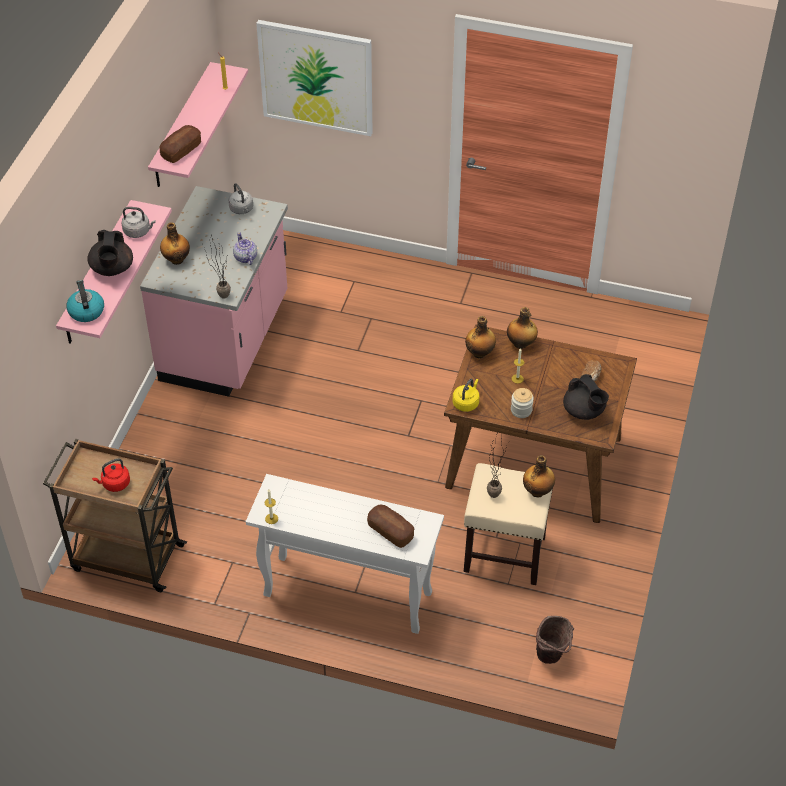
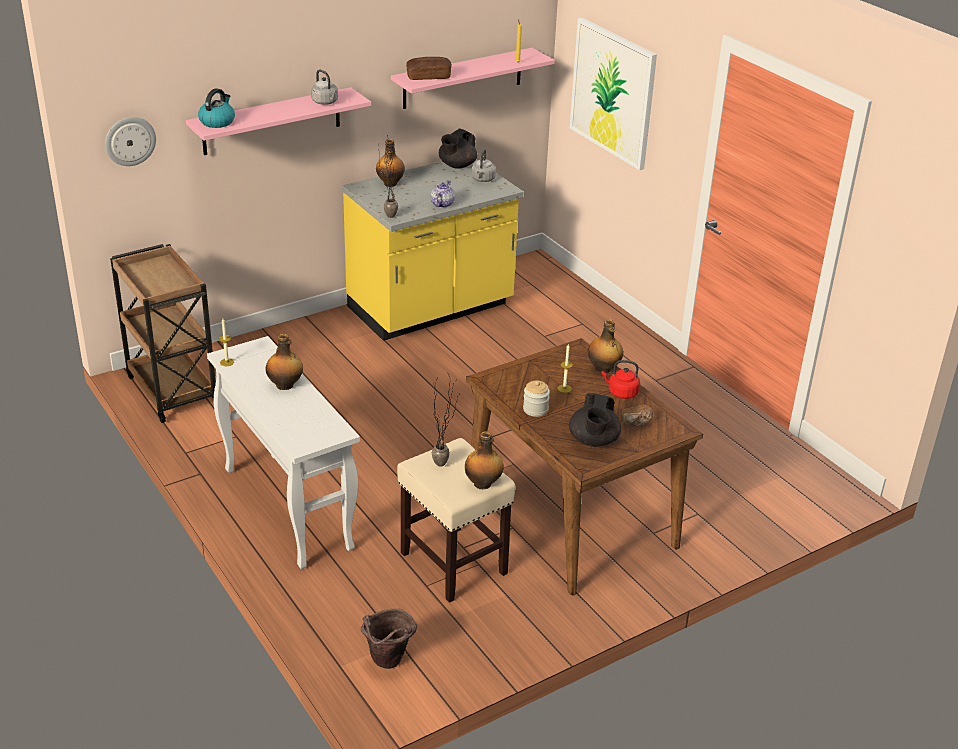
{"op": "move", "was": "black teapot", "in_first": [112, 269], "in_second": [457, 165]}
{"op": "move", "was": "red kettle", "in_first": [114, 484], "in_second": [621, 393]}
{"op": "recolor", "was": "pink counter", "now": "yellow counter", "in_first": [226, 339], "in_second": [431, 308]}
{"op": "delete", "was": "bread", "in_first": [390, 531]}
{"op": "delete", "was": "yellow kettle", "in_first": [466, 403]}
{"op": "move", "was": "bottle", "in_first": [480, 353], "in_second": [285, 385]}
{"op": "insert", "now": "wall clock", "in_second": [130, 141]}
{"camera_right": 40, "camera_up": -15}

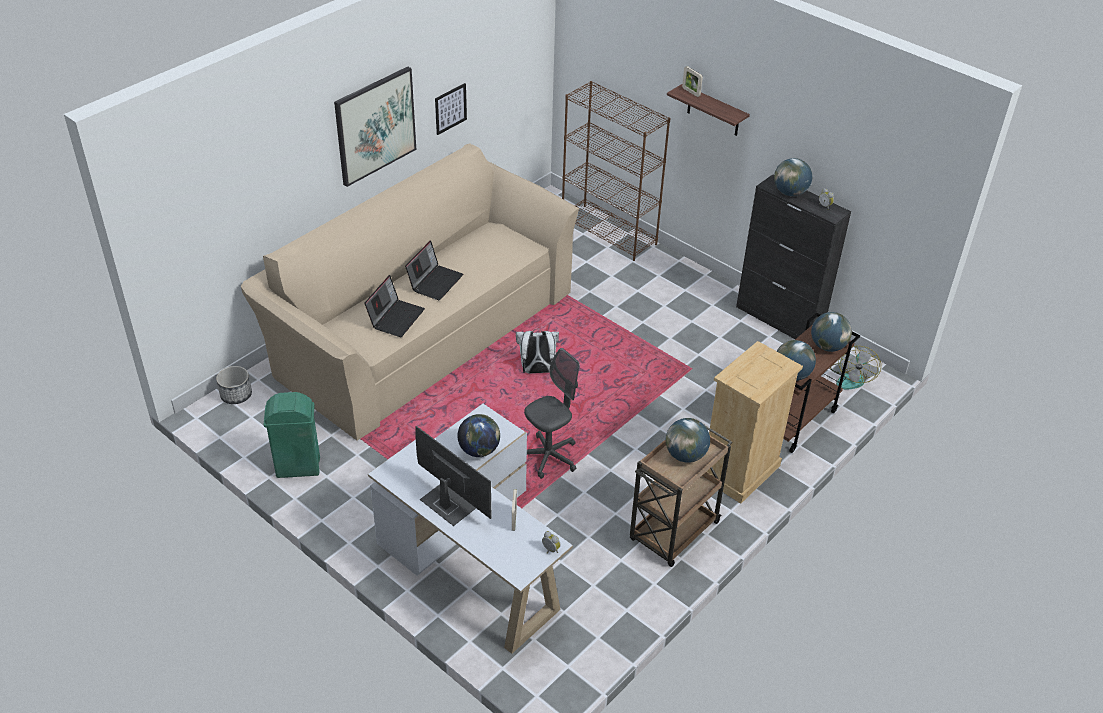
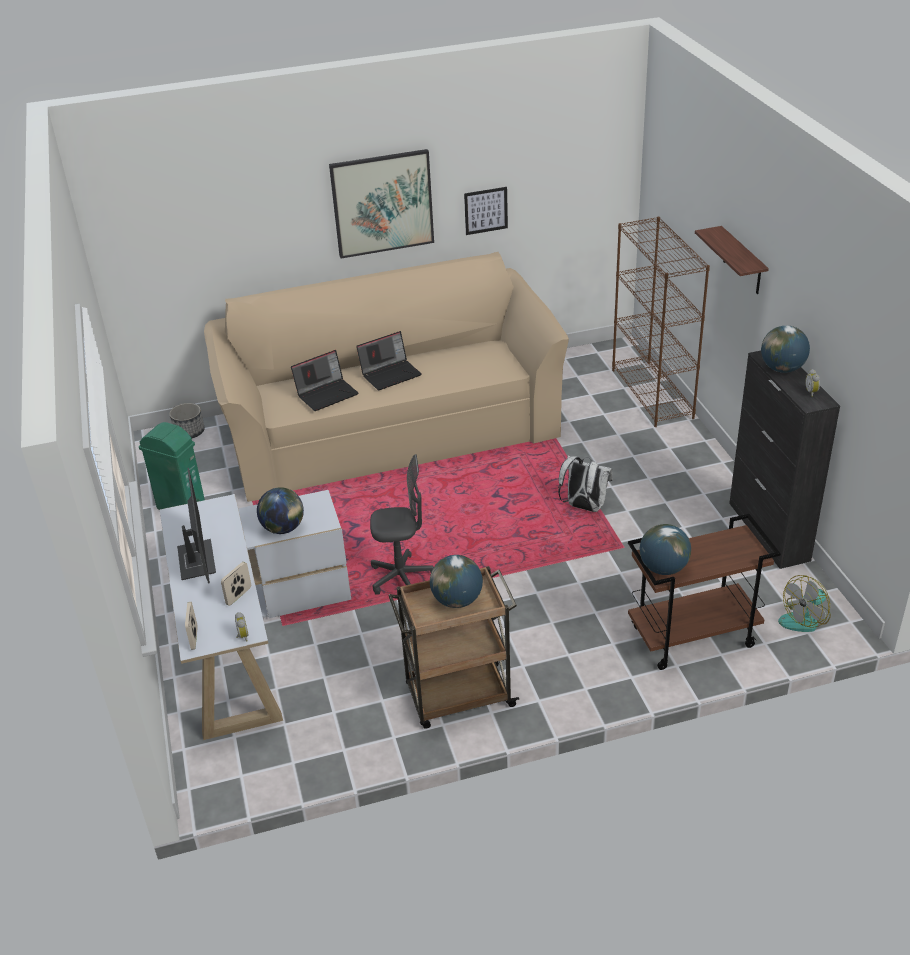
{"op": "move", "was": "white backpack", "in_first": [537, 370], "in_second": [583, 507]}
{"op": "move", "was": "picture frame", "in_first": [691, 92], "in_second": [194, 638]}
{"op": "delete", "was": "beige dresser", "in_first": [740, 472]}
{"op": "delete", "was": "globe", "in_first": [827, 346]}
{"camera_right": 35, "camera_up": -5}

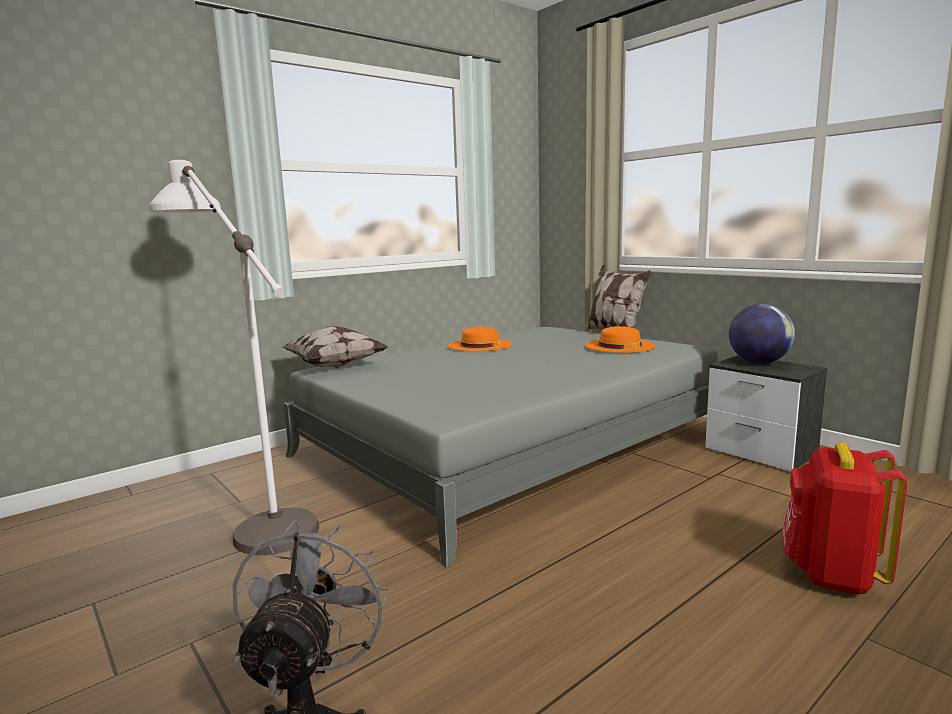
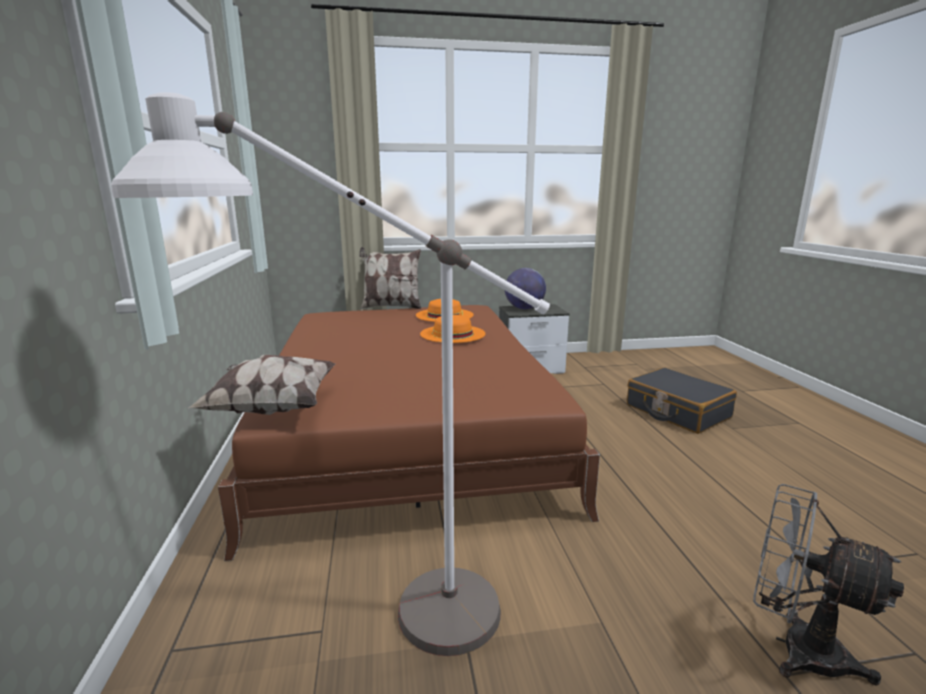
{"op": "recolor", "was": "grey bed", "now": "brown bed", "in_first": [511, 445], "in_second": [407, 427]}
{"op": "move", "was": "orange hat", "in_first": [480, 345], "in_second": [452, 333]}
{"op": "replace", "was": "red backpack", "now": "black suitcase", "in_first": [831, 575], "in_second": [677, 411]}
{"camera_right": -60, "camera_up": 5}

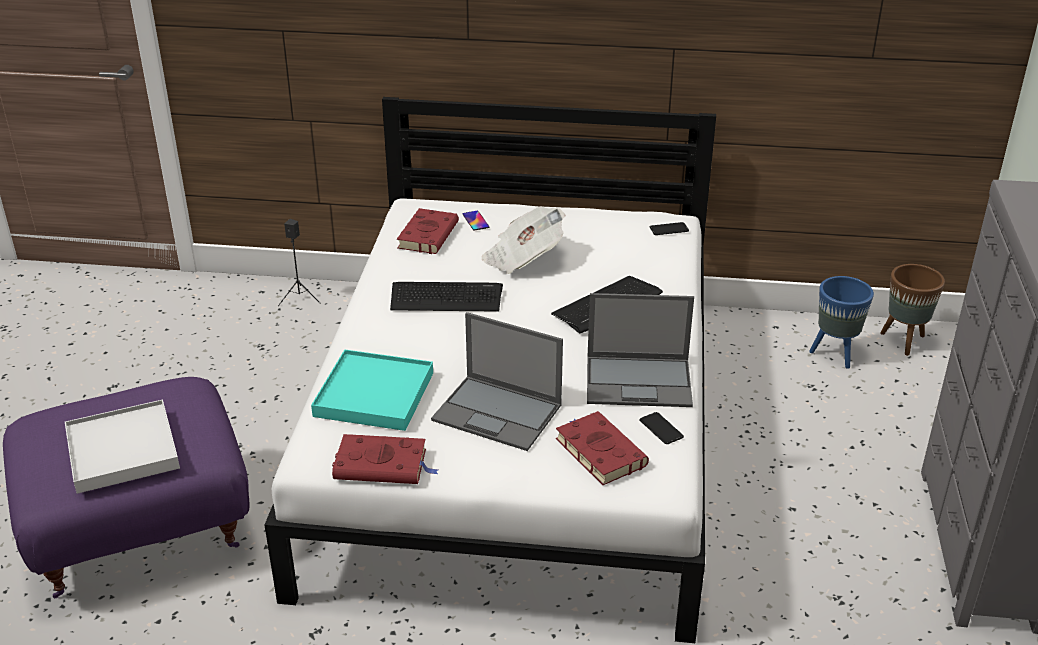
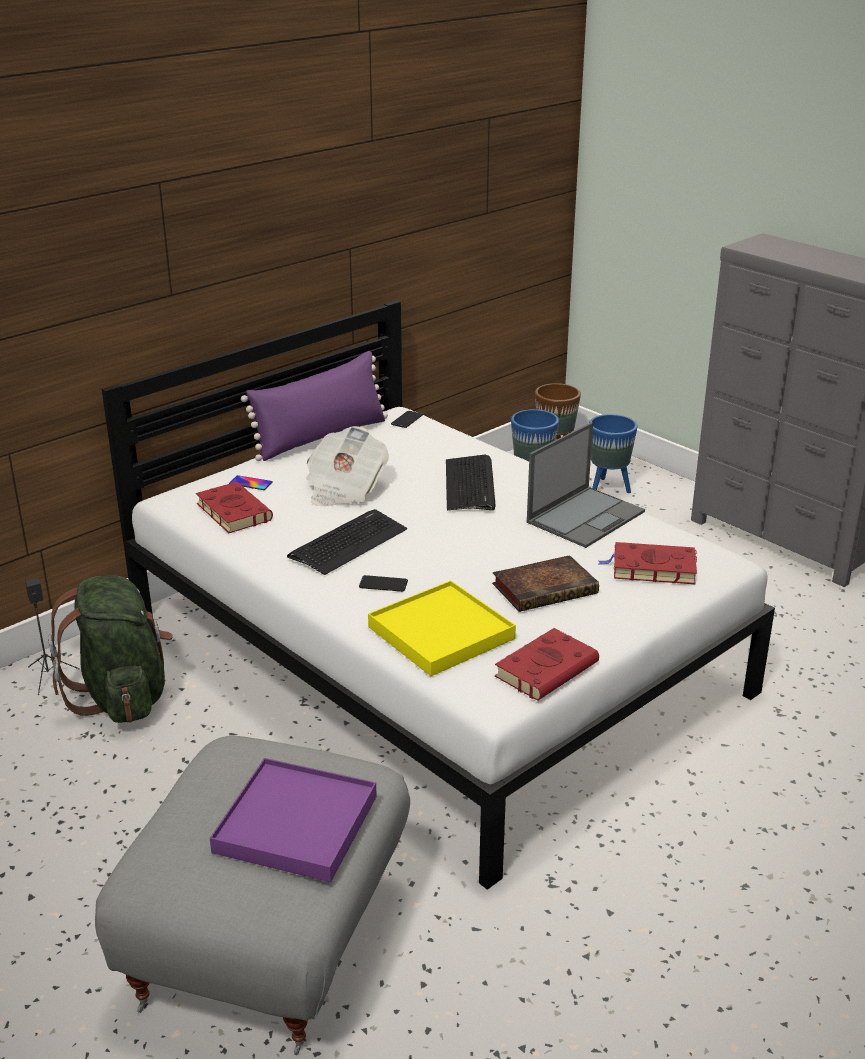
{"op": "recolor", "was": "purple ottoman", "now": "grey ottoman", "in_first": [139, 532], "in_second": [271, 944]}
{"op": "recolor", "was": "white tray", "now": "purple tray", "in_first": [123, 450], "in_second": [296, 824]}
{"op": "recolor", "was": "turquoise tray", "now": "yellow tray", "in_first": [374, 394], "in_second": [440, 633]}
{"op": "replace", "was": "laptop", "now": "book", "in_first": [498, 413], "in_second": [546, 588]}
{"op": "move", "was": "phone", "in_first": [661, 429], "in_second": [383, 584]}
{"op": "insert", "now": "green backpack", "in_second": [122, 696]}
{"op": "insert", "now": "purple pillow", "in_second": [321, 437]}
{"op": "insert", "now": "blue planter", "in_second": [608, 489]}
{"camera_right": -50, "camera_up": -5}

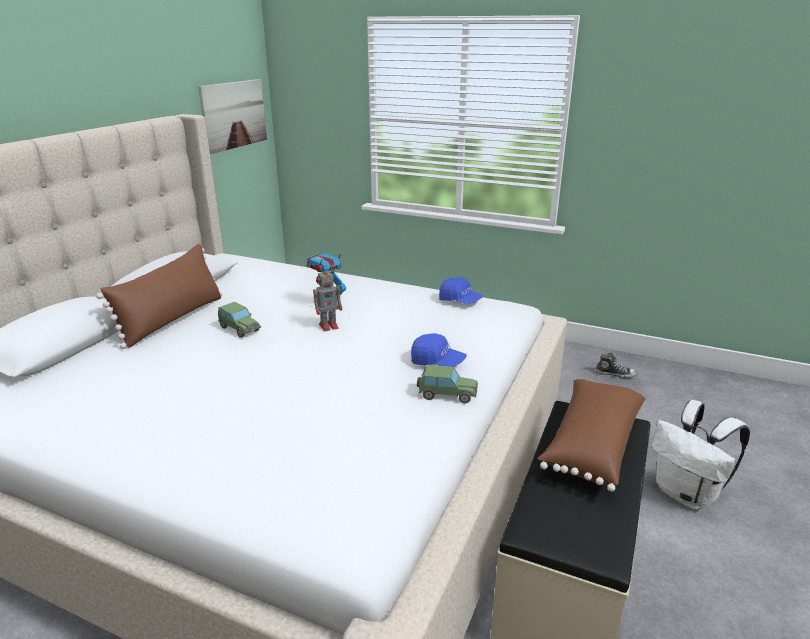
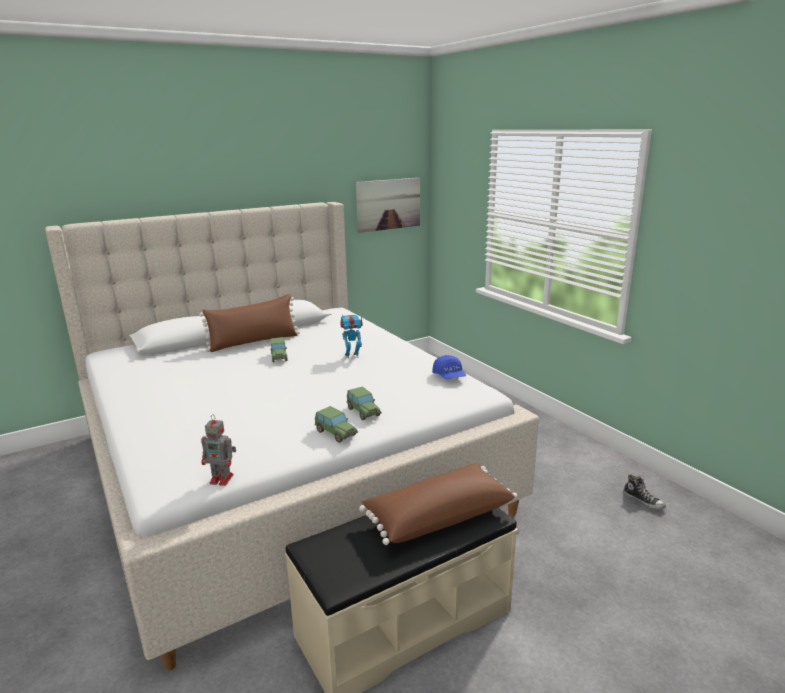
{"op": "move", "was": "toy robot", "in_first": [329, 326], "in_second": [223, 479]}
{"op": "replace", "was": "blue cap", "now": "toy car", "in_first": [437, 362], "in_second": [363, 412]}
{"op": "delete", "was": "white backpack", "in_first": [687, 494]}
{"camera_right": 35, "camera_up": -5}

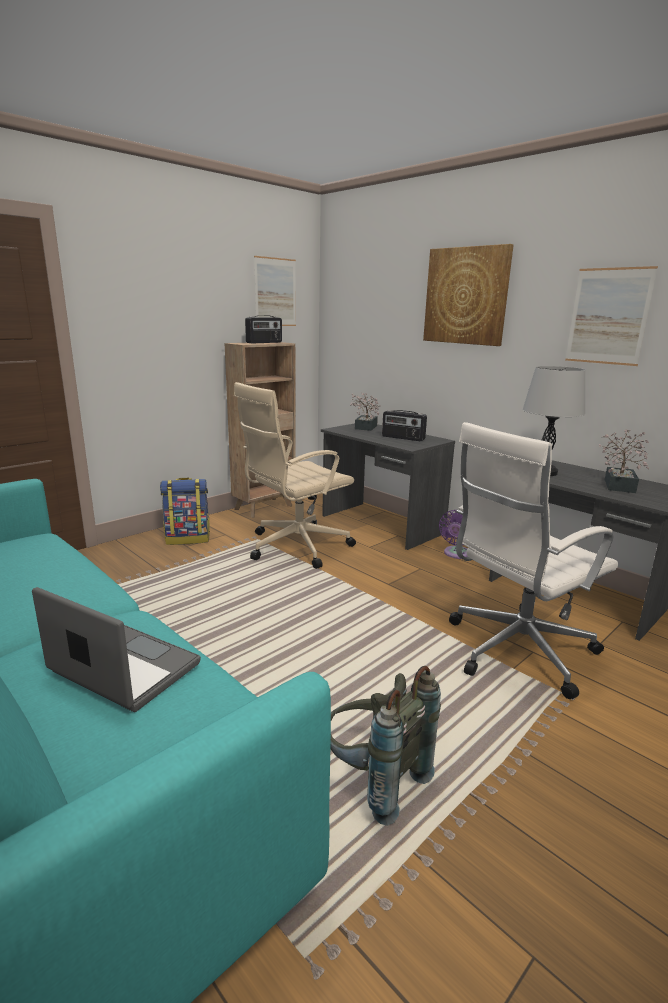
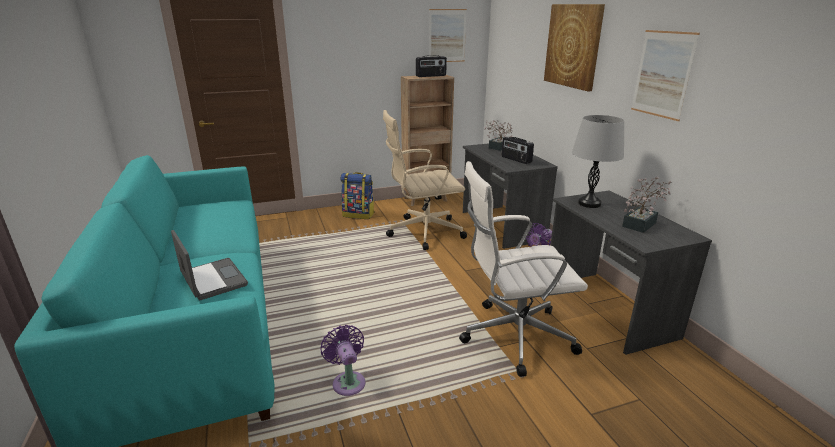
{"op": "replace", "was": "grey backpack", "now": "purple fan", "in_first": [373, 780], "in_second": [348, 381]}
{"camera_right": 25, "camera_up": 5}

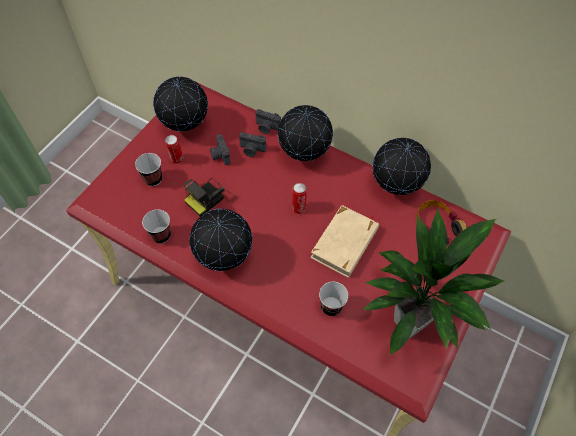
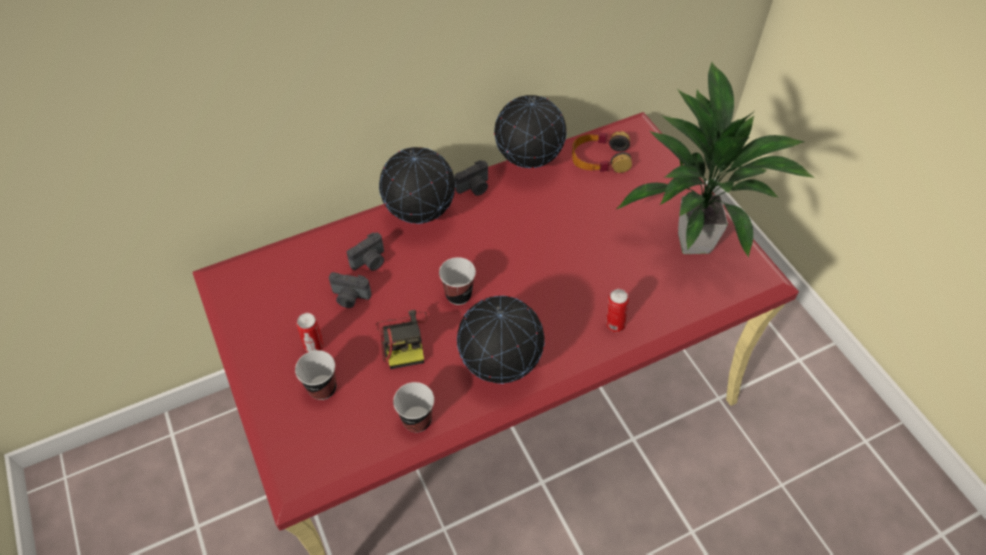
{"op": "delete", "was": "globe", "in_first": [185, 126]}
{"op": "move", "was": "photo camera", "in_first": [266, 128], "in_second": [474, 188]}
{"op": "move", "was": "can", "in_first": [298, 208], "in_second": [614, 324]}
{"op": "delete", "was": "beige book", "in_first": [345, 243]}
{"op": "move", "was": "cup", "in_first": [331, 307], "in_second": [458, 295]}
{"camera_right": -55, "camera_up": -5}

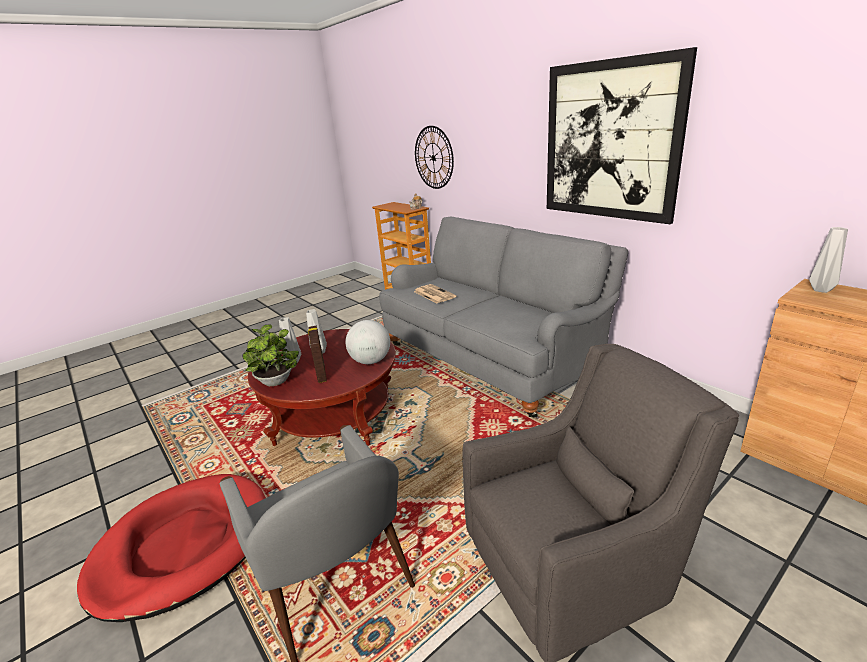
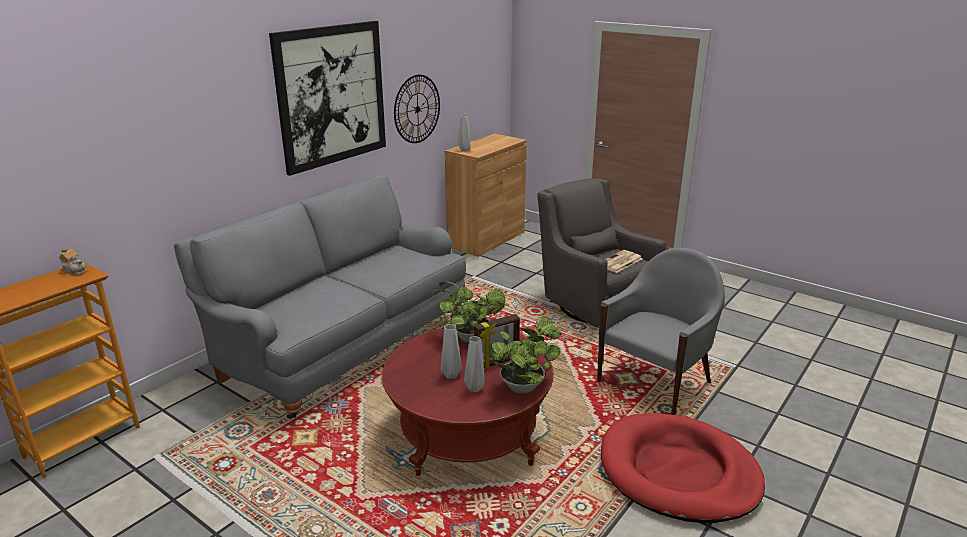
{"op": "replace", "was": "globe", "now": "potted plant", "in_first": [370, 361], "in_second": [468, 337]}
{"op": "move", "was": "newspaper", "in_first": [433, 294], "in_second": [619, 262]}
{"op": "move", "was": "wall clock", "in_first": [433, 158], "in_second": [417, 109]}
{"camera_right": -105, "camera_up": 0}

